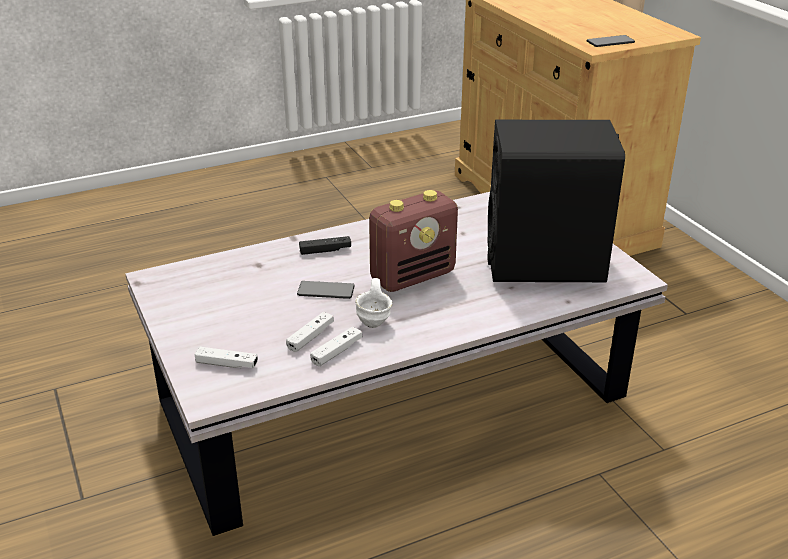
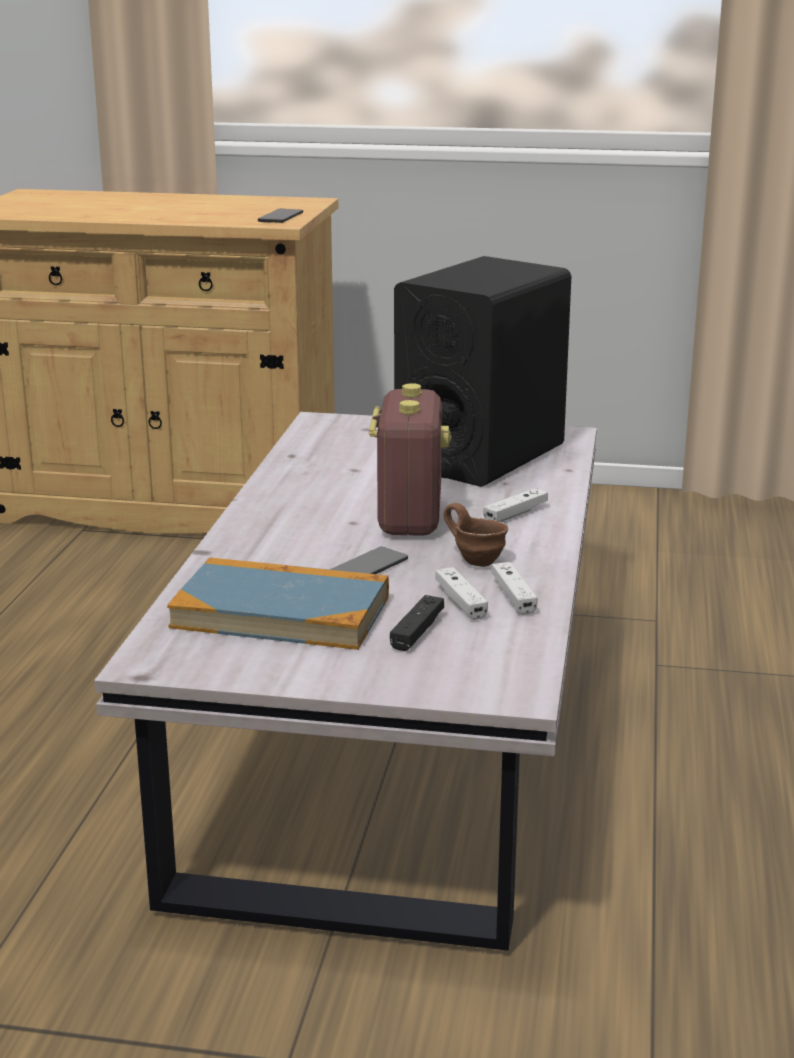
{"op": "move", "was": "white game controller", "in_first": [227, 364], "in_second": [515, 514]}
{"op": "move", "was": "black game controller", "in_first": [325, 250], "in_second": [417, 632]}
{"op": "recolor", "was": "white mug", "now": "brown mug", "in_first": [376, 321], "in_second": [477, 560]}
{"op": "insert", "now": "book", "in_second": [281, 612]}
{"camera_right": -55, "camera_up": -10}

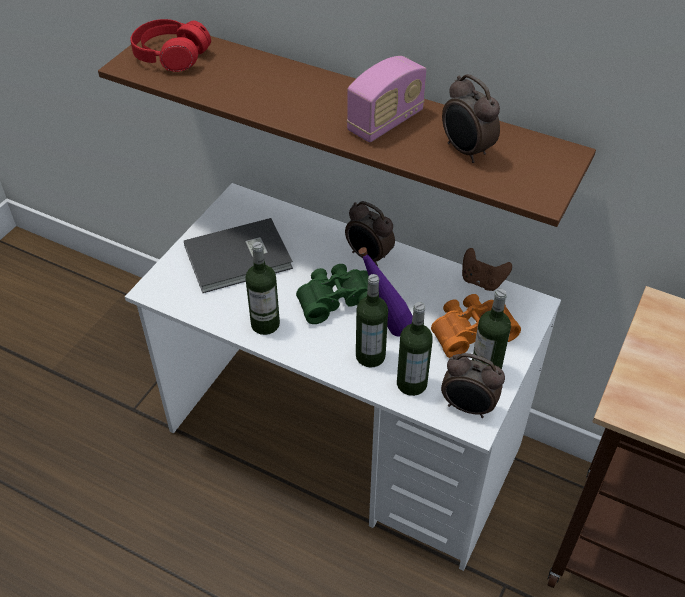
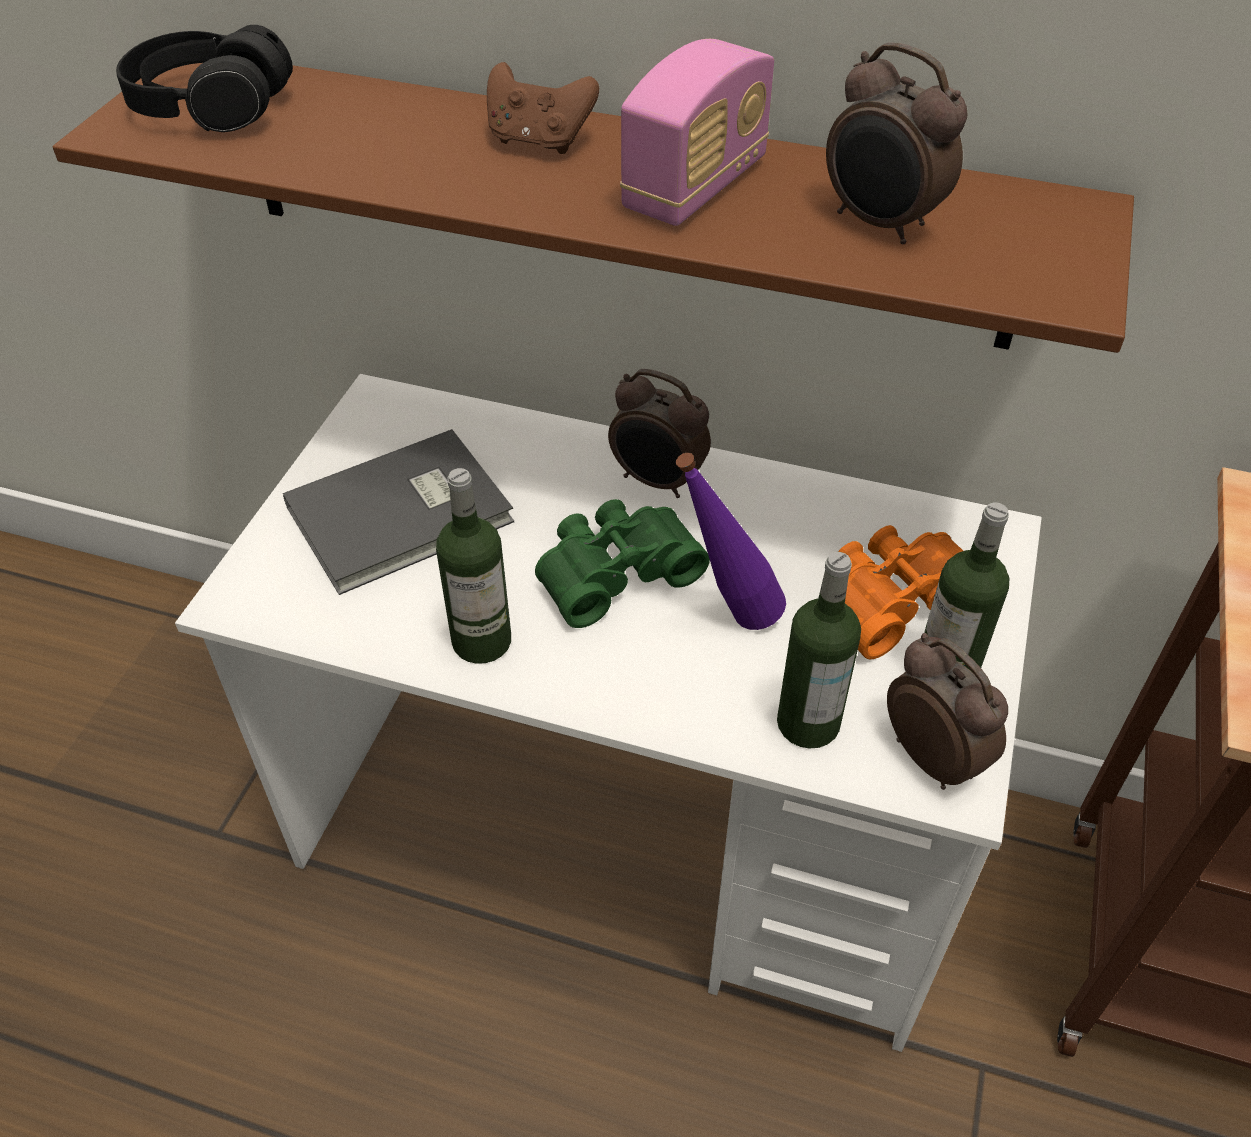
{"op": "recolor", "was": "red headphones", "now": "black headphones", "in_first": [171, 56], "in_second": [211, 107]}
{"op": "delete", "was": "bottle", "in_first": [370, 356]}
{"op": "rotate", "was": "alarm clock", "in_first": [468, 407], "in_second": [933, 757], "clockwise": -135}
{"op": "move", "was": "brown game controller", "in_first": [482, 281], "in_second": [539, 141]}
{"camera_right": -10, "camera_up": 0}

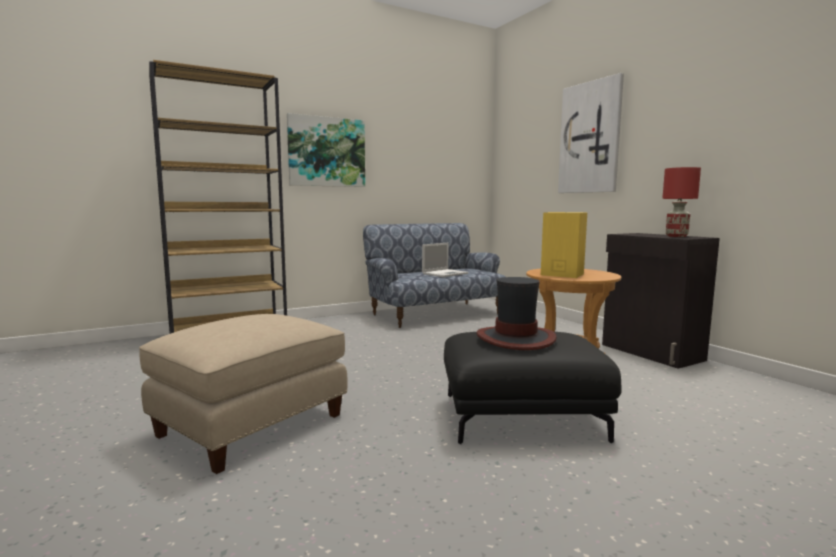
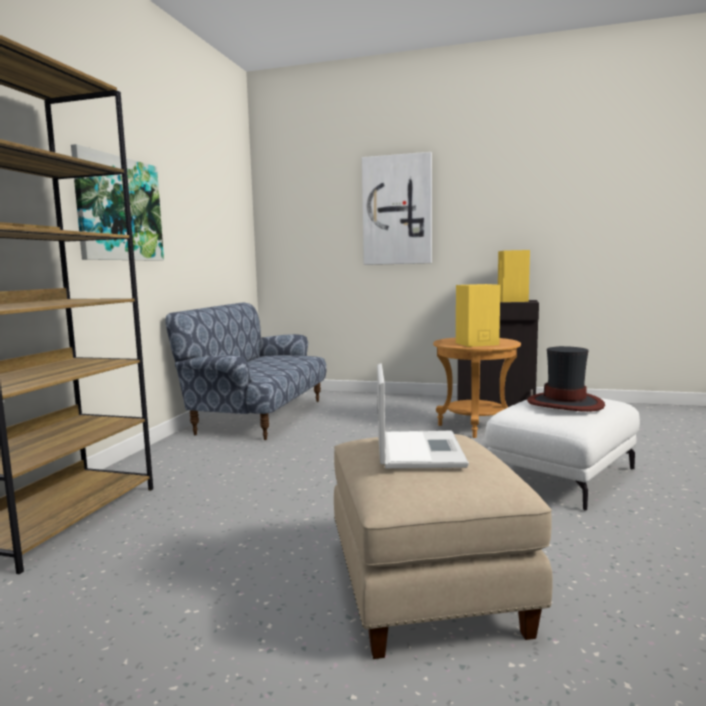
{"op": "move", "was": "laptop", "in_first": [445, 273], "in_second": [418, 449]}
{"op": "recolor", "was": "black ottoman", "now": "white ottoman", "in_first": [521, 418], "in_second": [562, 476]}
{"op": "replace", "was": "red table lamp", "now": "yellow speaker", "in_first": [676, 236], "in_second": [512, 301]}
{"camera_right": -45, "camera_up": 0}

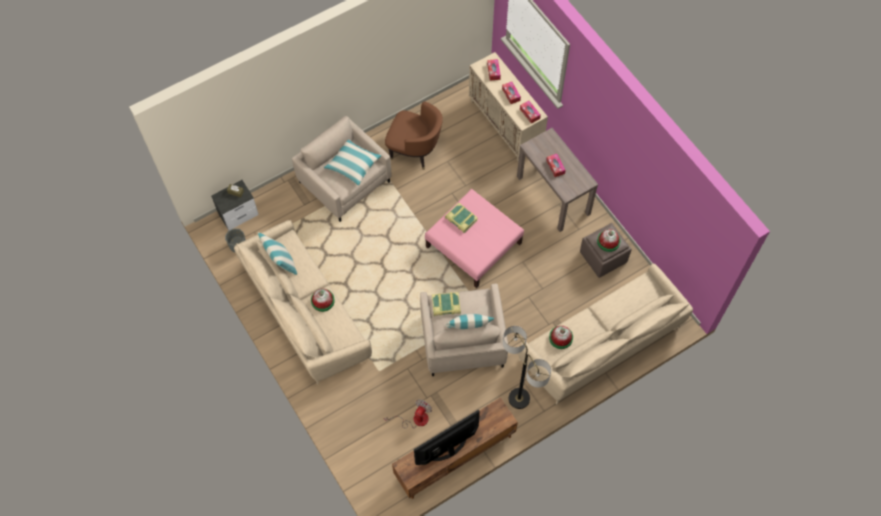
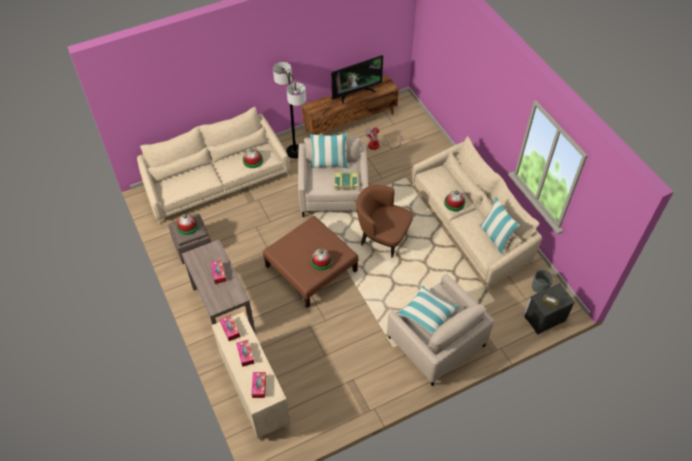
{"op": "move", "was": "brown armchair", "in_first": [415, 151], "in_second": [382, 238]}
{"op": "recolor", "was": "pink ottoman", "now": "brown ottoman", "in_first": [473, 245], "in_second": [312, 268]}
{"op": "replace", "was": "book", "now": "hat", "in_first": [461, 219], "in_second": [321, 261]}
{"camera_right": -175, "camera_up": -10}

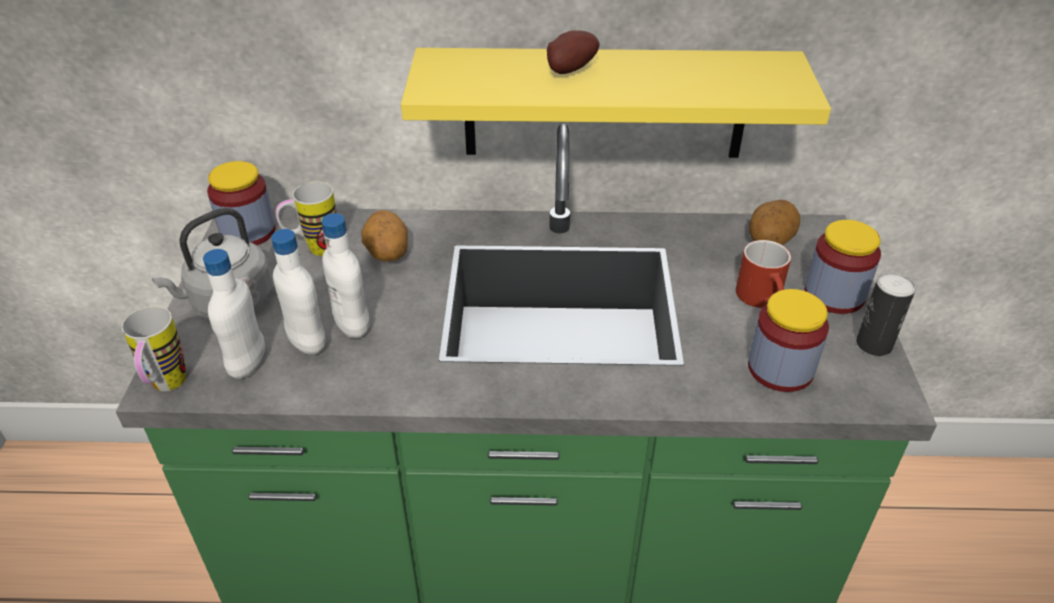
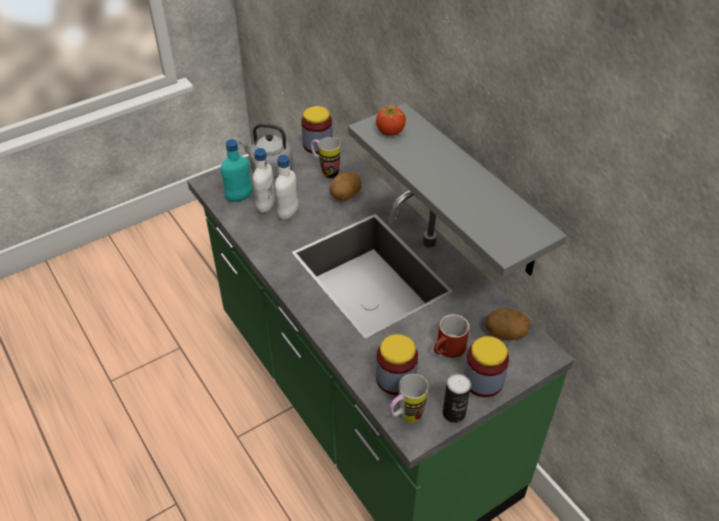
{"op": "move", "was": "mug", "in_first": [166, 388], "in_second": [405, 418]}
{"op": "recolor", "was": "white bottle", "now": "turquoise bottle", "in_first": [248, 364], "in_second": [239, 197]}
{"op": "recolor", "was": "yellow shelf", "now": "grey shelf", "in_first": [605, 103], "in_second": [474, 192]}
{"op": "delete", "was": "potato", "in_first": [568, 71]}
{"op": "insert", "now": "tomato", "in_second": [390, 132]}
{"camera_right": 55, "camera_up": 5}

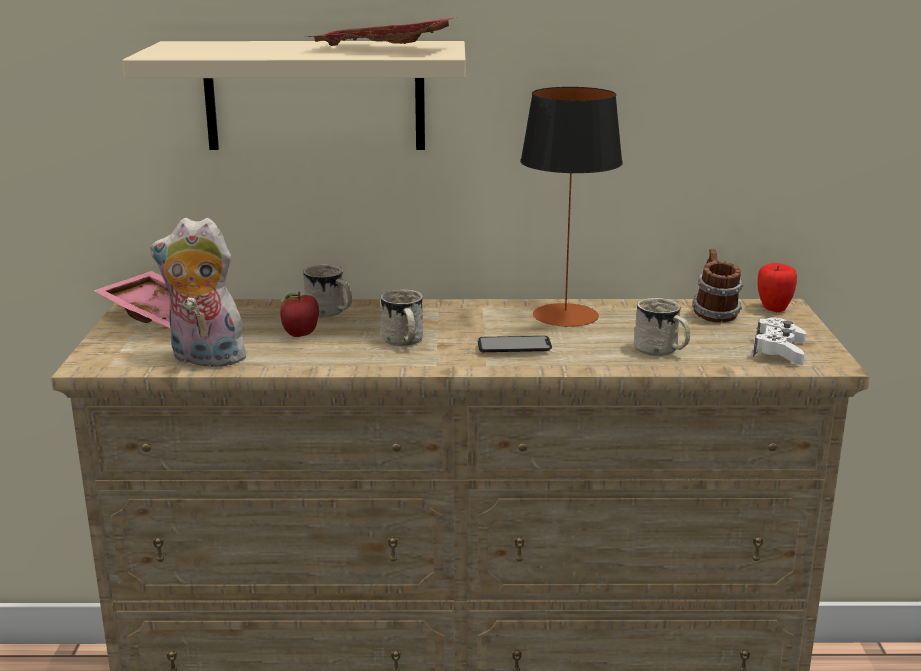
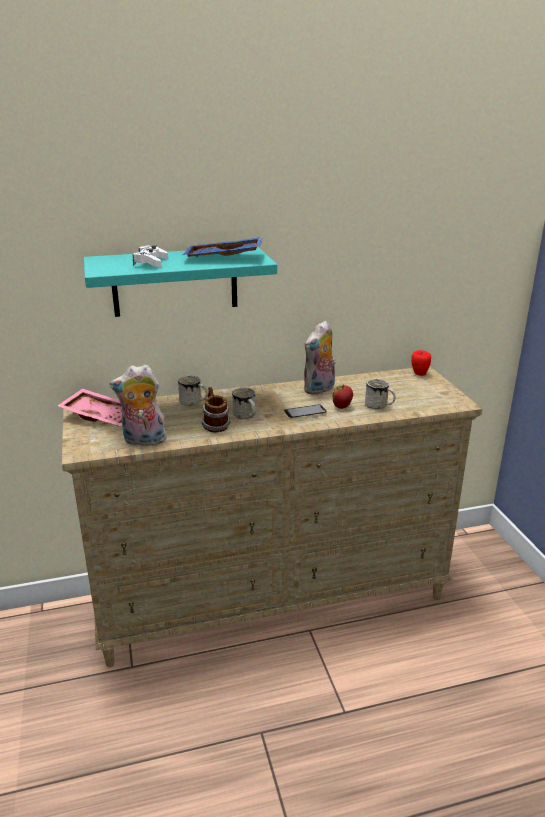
{"op": "recolor", "was": "beige shelf", "now": "turquoise shelf", "in_first": [315, 96], "in_second": [175, 281]}
{"op": "move", "was": "apple", "in_first": [301, 335], "in_second": [342, 407]}
{"op": "recolor", "was": "red tray", "now": "blue tray", "in_first": [381, 49], "in_second": [223, 258]}
{"op": "replace", "was": "table lamp", "now": "plush toy", "in_first": [565, 315], "in_second": [319, 389]}
{"op": "move", "was": "mug", "in_first": [714, 314], "in_second": [215, 426]}
{"op": "move", "was": "white game controller", "in_first": [779, 350], "in_second": [150, 263]}
{"camera_right": -15, "camera_up": 5}

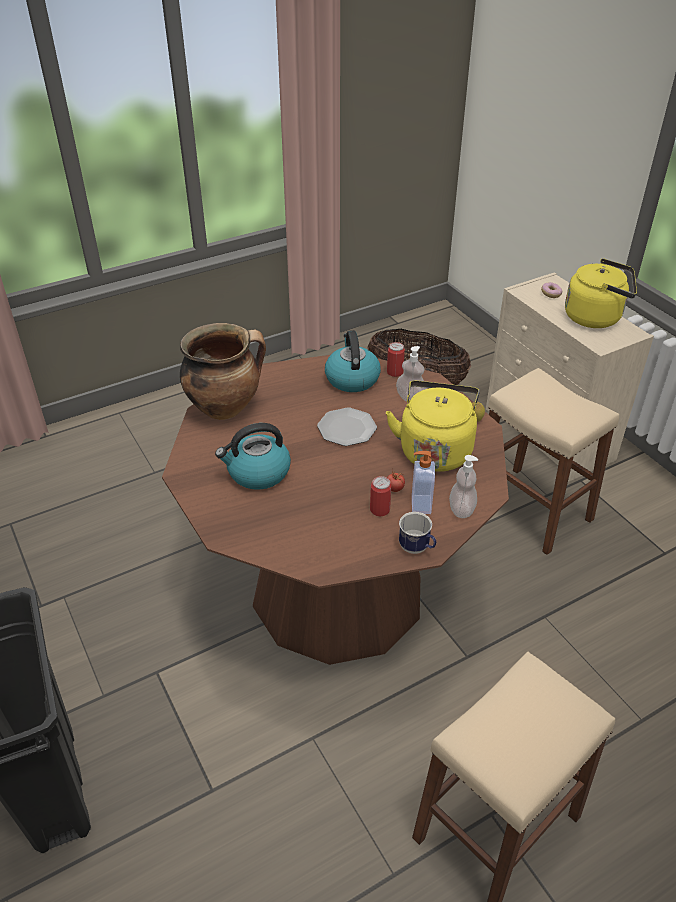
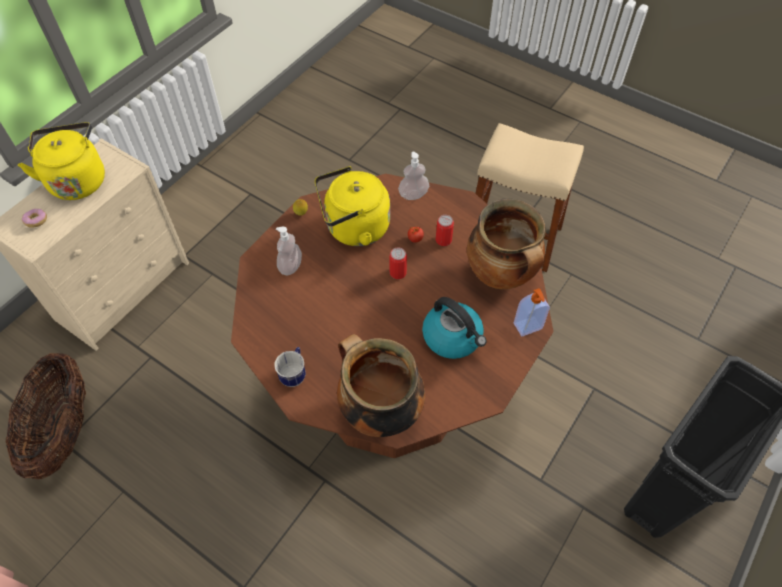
{"op": "delete", "was": "plate", "in_first": [346, 428]}
{"op": "delete", "was": "kettle", "in_first": [351, 378]}
{"op": "move", "was": "can", "in_first": [395, 372], "in_second": [398, 273]}
{"op": "move", "was": "mug", "in_first": [417, 549], "in_second": [294, 374]}
{"op": "move", "was": "soap dispenser", "in_first": [420, 504], "in_second": [528, 327]}
{"op": "delete", "was": "beige stool", "in_first": [531, 509]}
{"op": "insert", "now": "cooking pot", "in_second": [502, 275]}
{"camera_right": -115, "camera_up": 15}

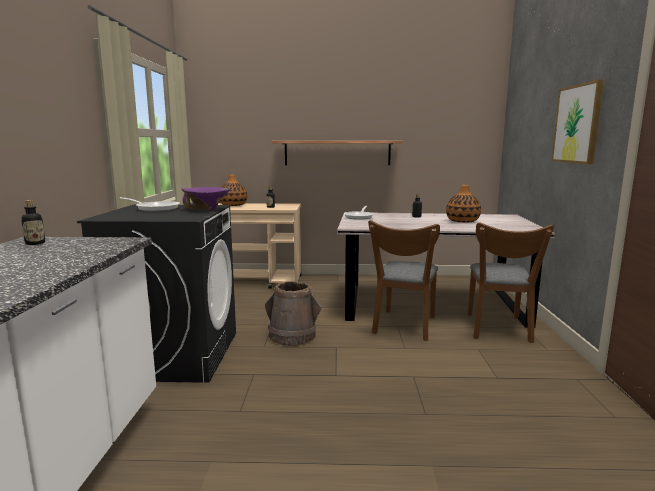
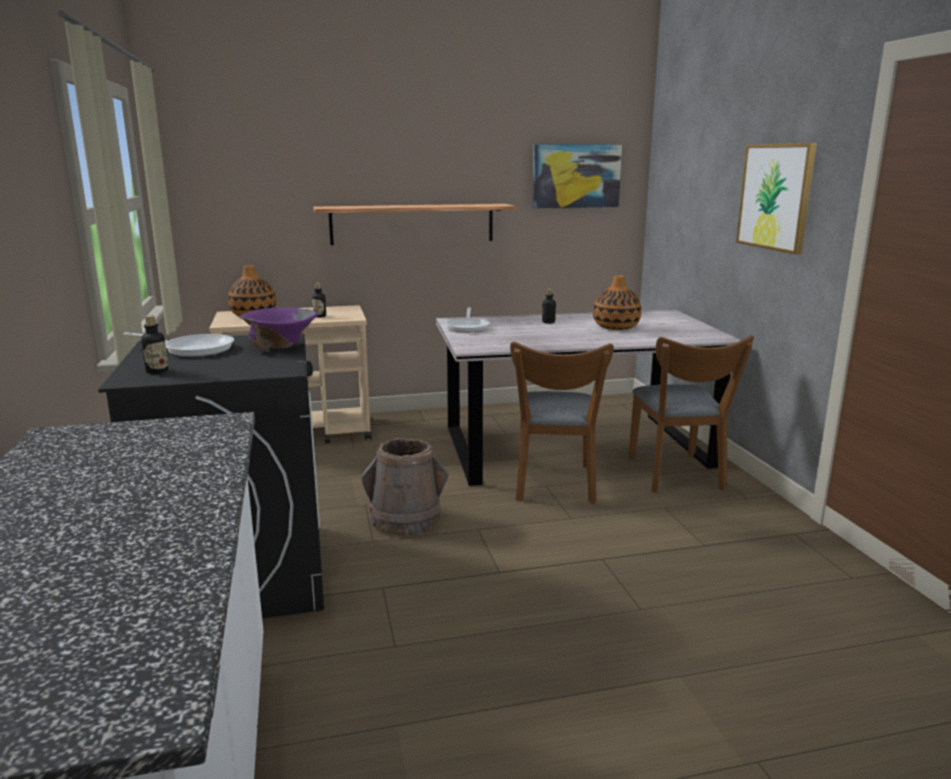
{"op": "move", "was": "bottle", "in_first": [35, 243], "in_second": [157, 371]}
{"op": "insert", "now": "picture", "in_second": [576, 176]}
{"camera_right": -15, "camera_up": 5}

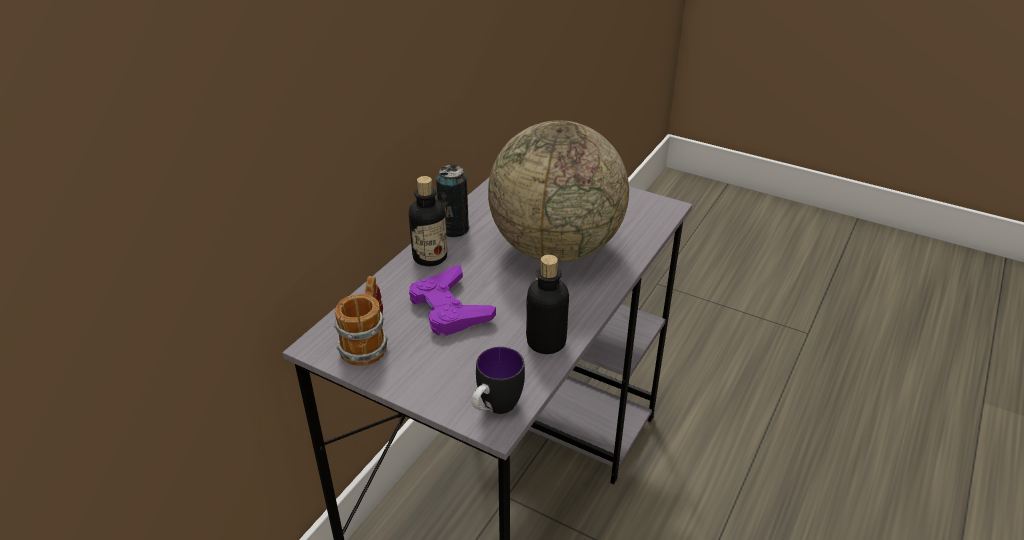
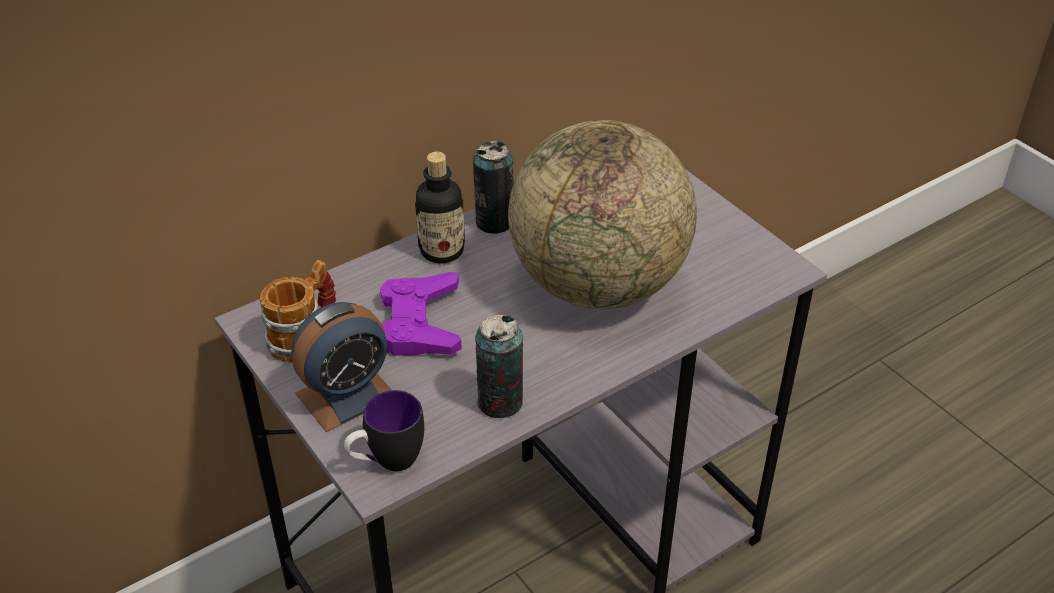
{"op": "replace", "was": "bottle", "now": "can", "in_first": [546, 342], "in_second": [500, 402]}
{"op": "insert", "now": "alarm clock", "in_second": [346, 395]}
{"camera_right": 25, "camera_up": 5}

